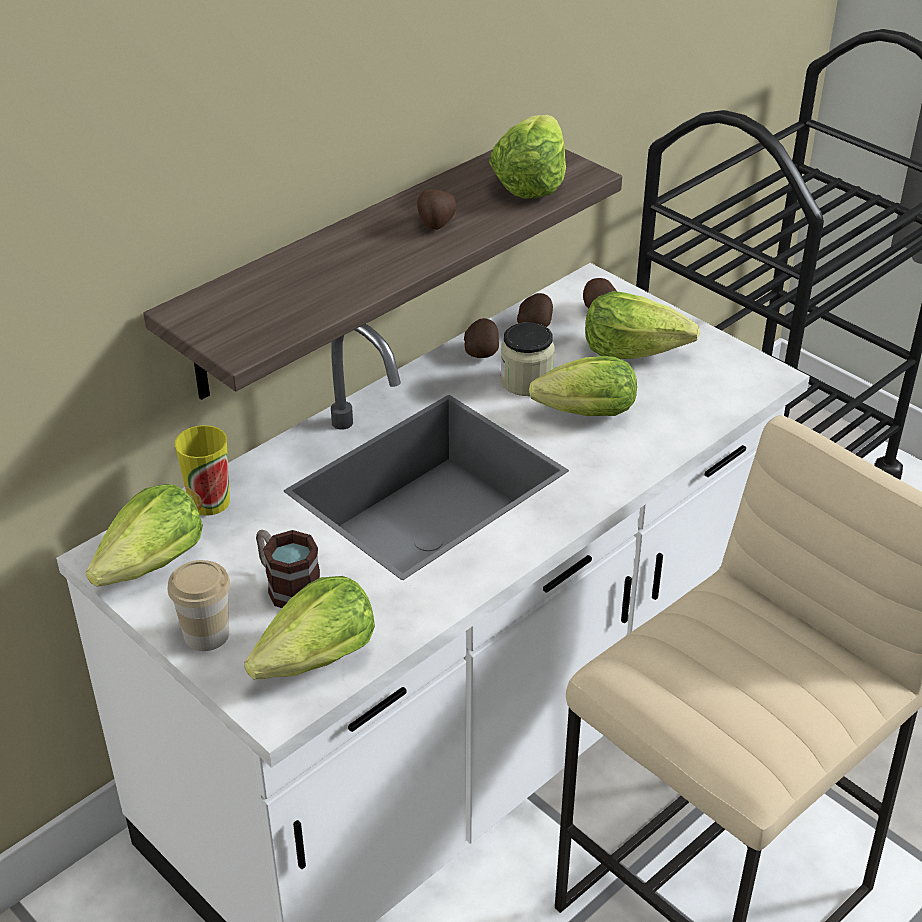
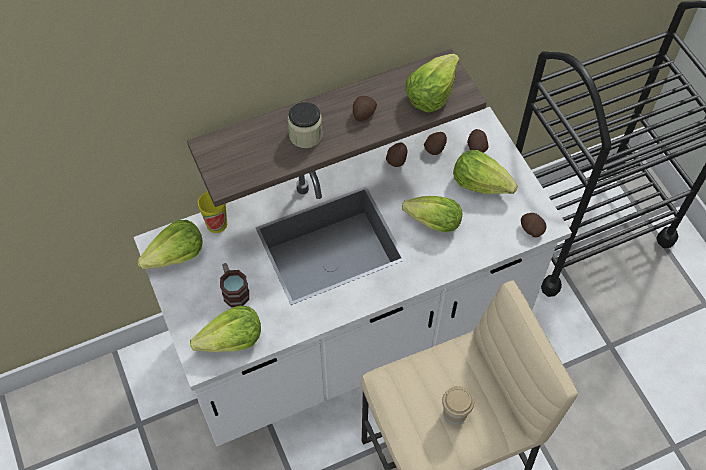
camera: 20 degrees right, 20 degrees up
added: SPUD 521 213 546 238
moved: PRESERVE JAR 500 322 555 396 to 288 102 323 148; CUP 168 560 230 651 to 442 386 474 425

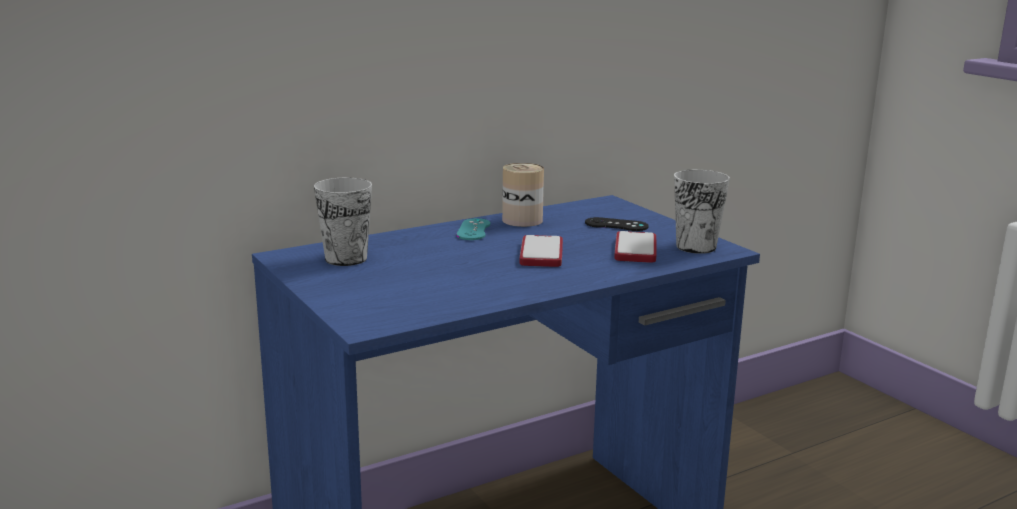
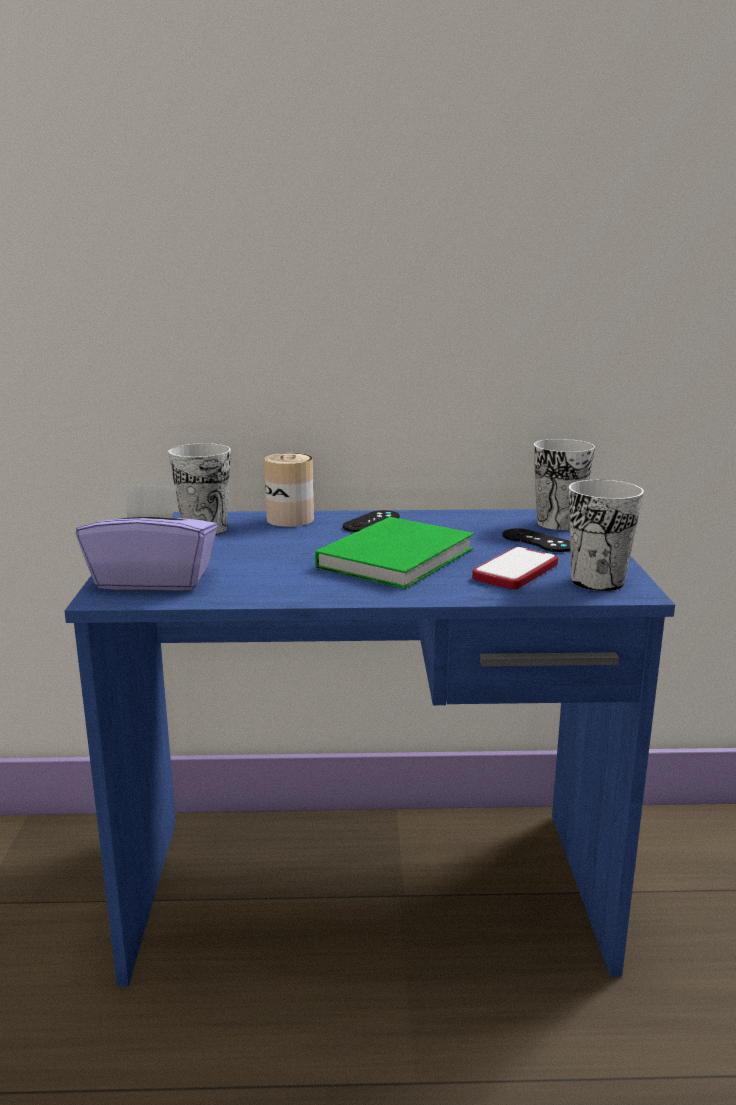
camera: 30 degrees right, 0 degrees up
added: CUP 534 439 595 530; PURPLE BOX OF TISSUES 76 484 218 591
moved: SEALED CAN 502 163 544 227 to 264 453 314 527
replaced: HANDSET 520 235 563 267 to GREENISH BOOK 315 517 474 589
recoloured: TURQUOISE-COLOURED GAMEPAD 456 218 491 240 to BLACK GAMEPAD 342 510 400 532

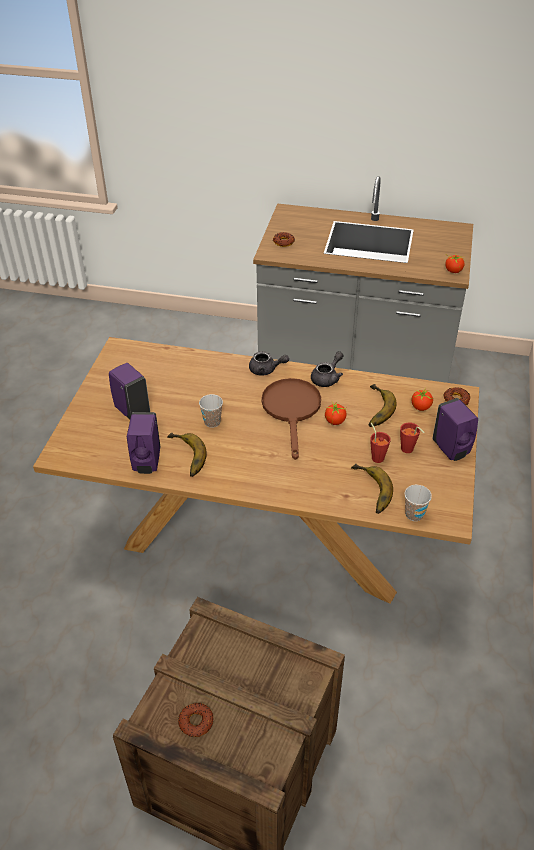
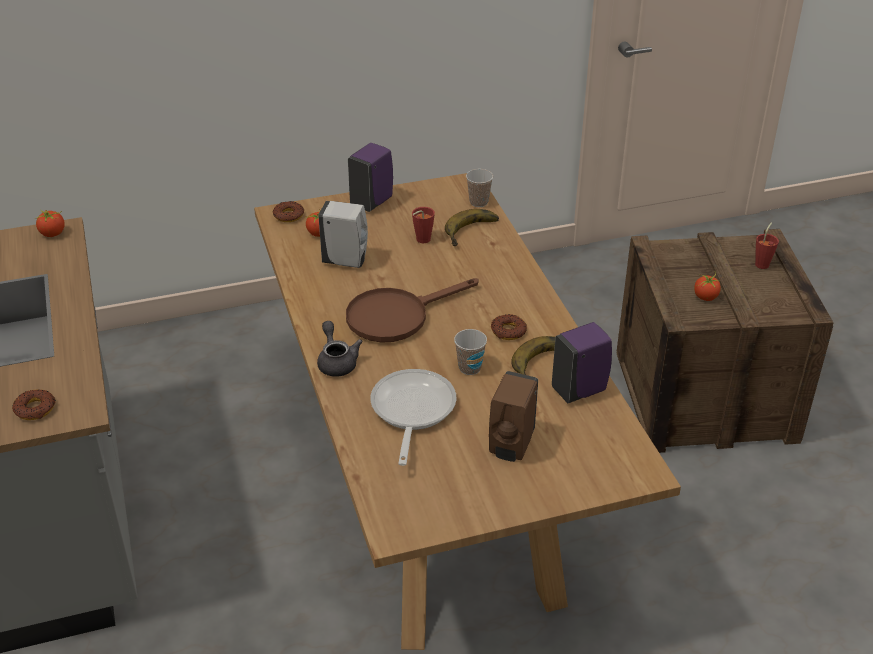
camera: 120 degrees left, 5 degrees down
removed: GREYISH TEAPOT 311 351 344 387
added: SKILLET 370 369 457 466
moved: FRESH TOMATO 325 402 347 425 to 694 271 723 301; REDDISH CUP 400 423 425 453 to 755 223 779 269; RING DOUGHNUT 178 703 213 737 to 491 314 527 340
replaced: BANANA FRUIT 368 384 397 427 to WHITE LIQUID SOAP BOTTLE 319 201 368 268
recoloured: PURPLE LIQUID SOAP BOTTLE 109 363 150 419 to BROWNISH LIQUID SOAP BOTTLE 489 371 538 462

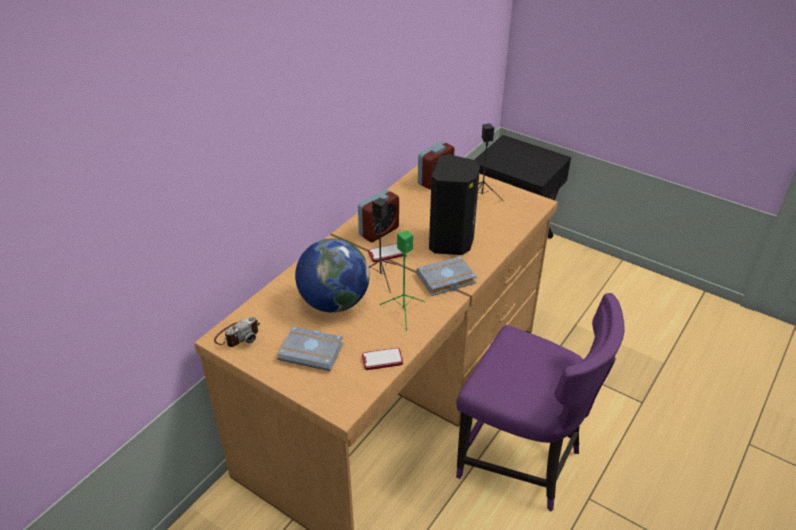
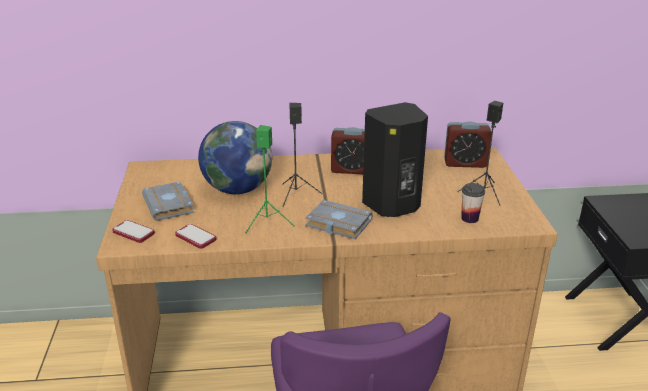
camera: 50 degrees right, 10 degrees down
removed: STILL CAMERA 214 317 260 347
added: CUP 461 183 485 223
moved: HANDSET 369 244 403 262 to 112 220 155 243

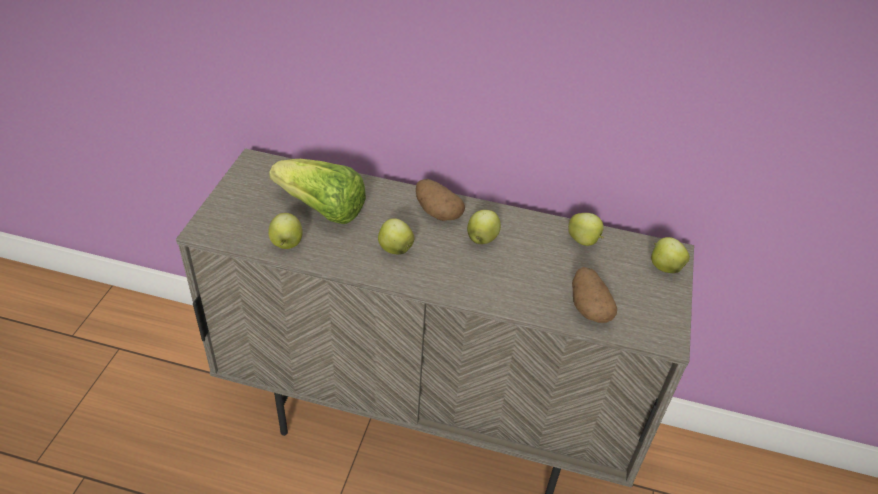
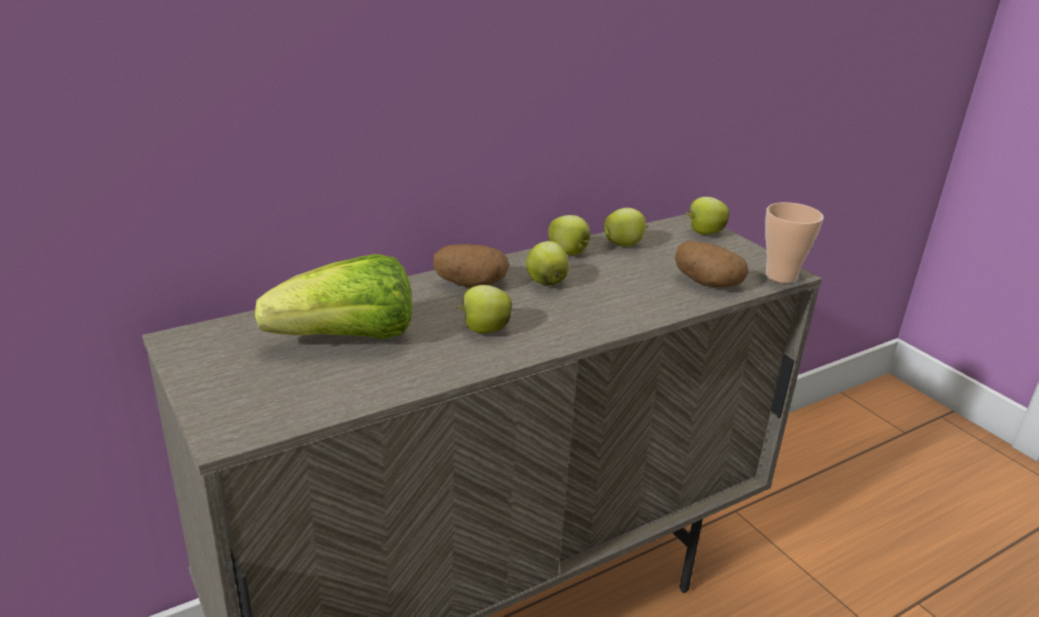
camera: 45 degrees left, 15 degrees down
added: CUP 765 202 824 283
moved: APPLE 268 213 303 249 to 548 215 590 255

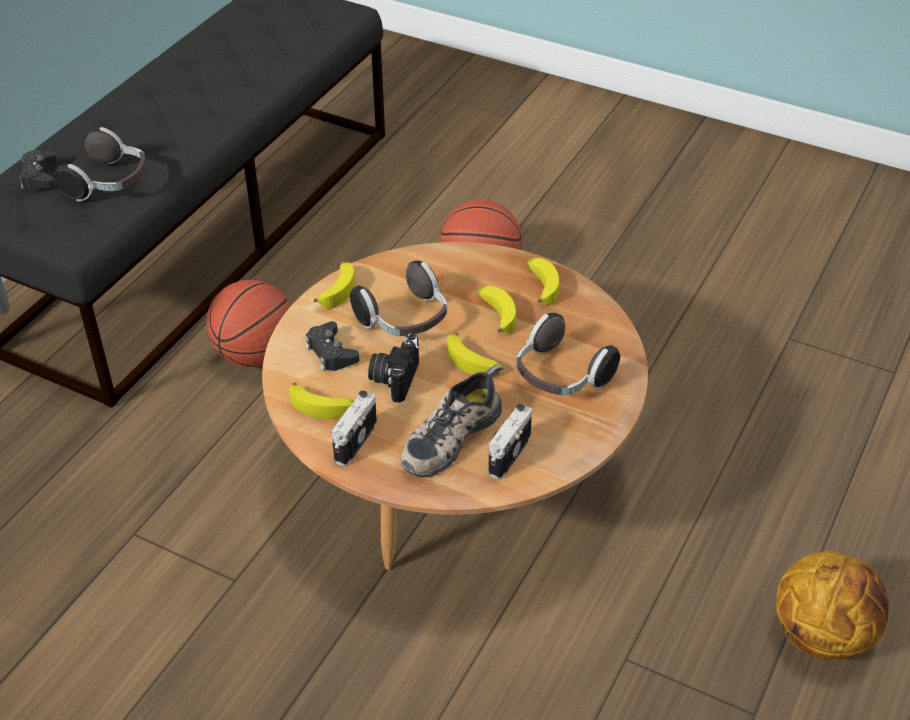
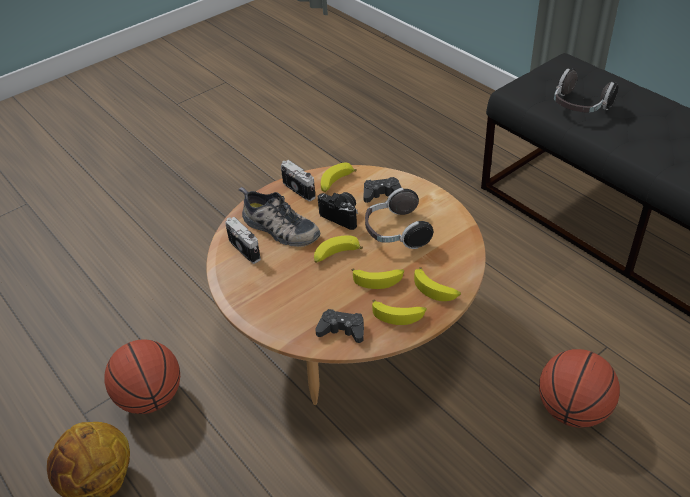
camera: 115 degrees right, 0 degrees up
removed: HEADSET 516 313 620 395
moved: BLACK GAMEPAD 19 150 58 190 to 315 309 364 343; BANANA FRUIT 314 262 355 309 to 414 267 461 301; BASKETBALL 206 280 291 367 to 105 339 180 414
turned: LOW SHOE 400 365 502 478 = 238 187 320 247 150 degrees clockwise

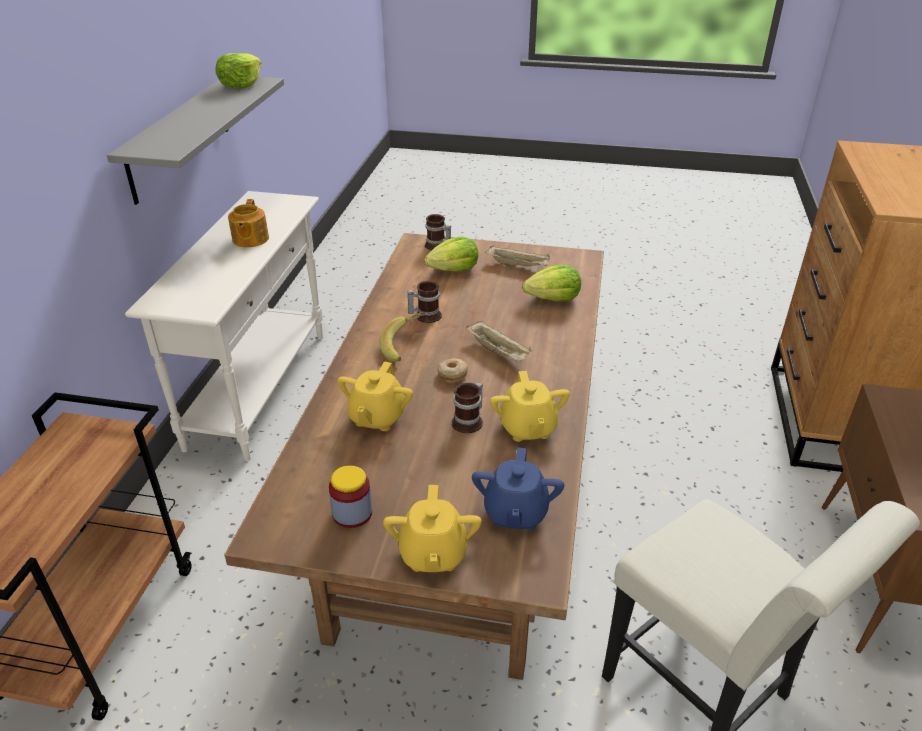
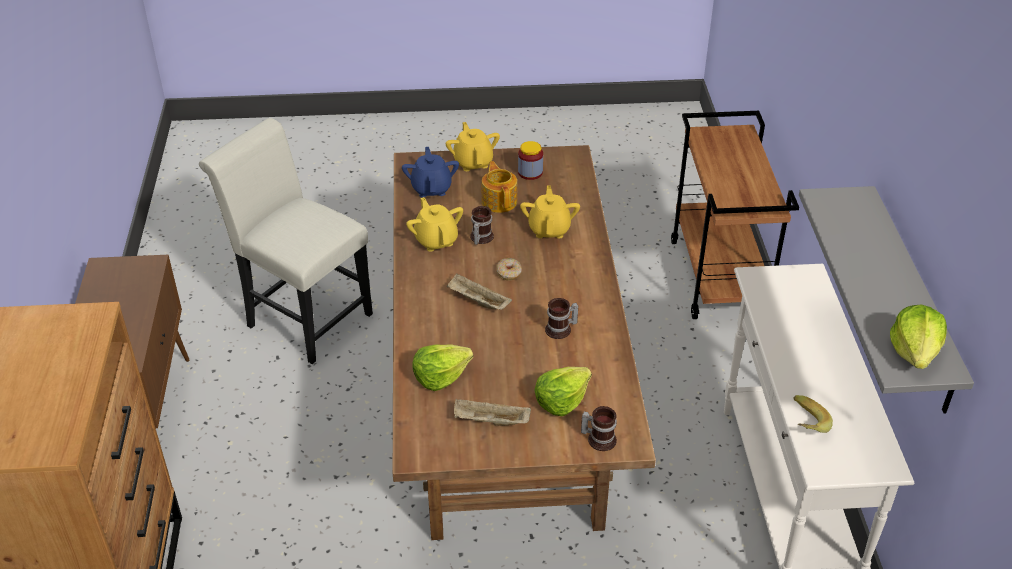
camera: 165 degrees right, 5 degrees up
moved: TEAPOT 228 199 269 247 to 482 161 517 213; BANANA FRUIT 379 312 425 362 to 794 395 833 433

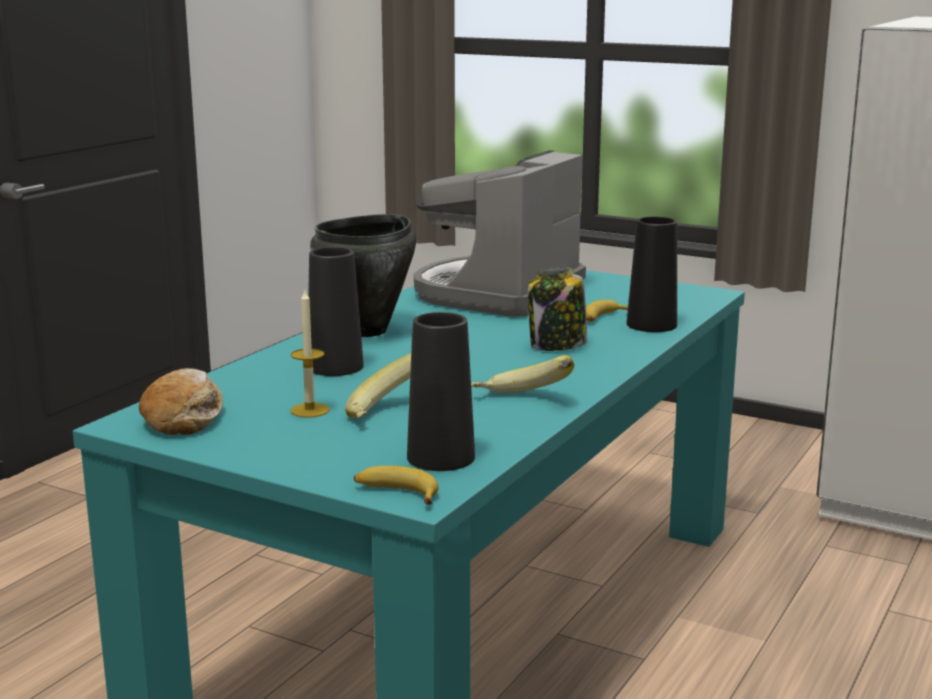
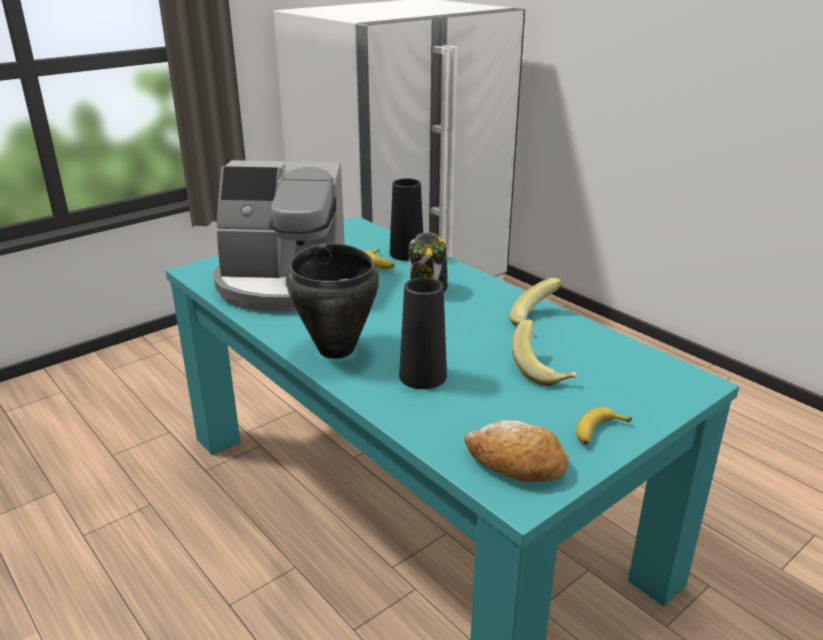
camera: 70 degrees left, 10 degrees up
removed: CANDLE 291 290 329 418; BLACK FLOWER VASE 407 312 475 471
moved: BANANA FRUIT 354 466 439 505 to 576 407 632 445
turned: COFFEE BREWER 414 150 586 317 = 213 160 345 312 45 degrees counterclockwise

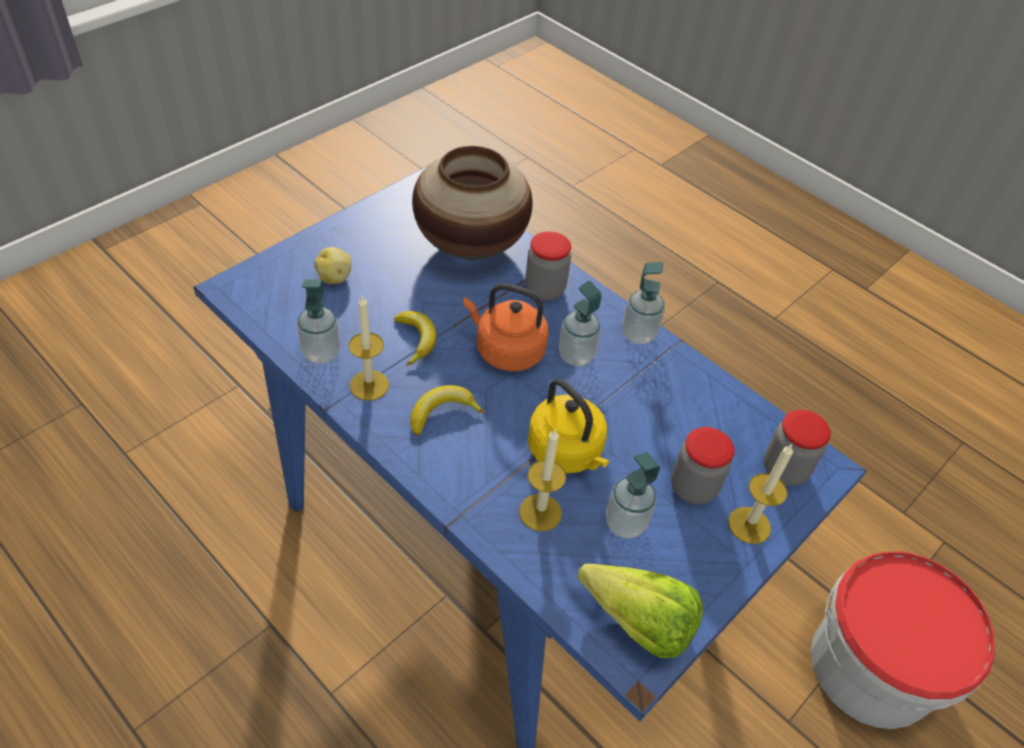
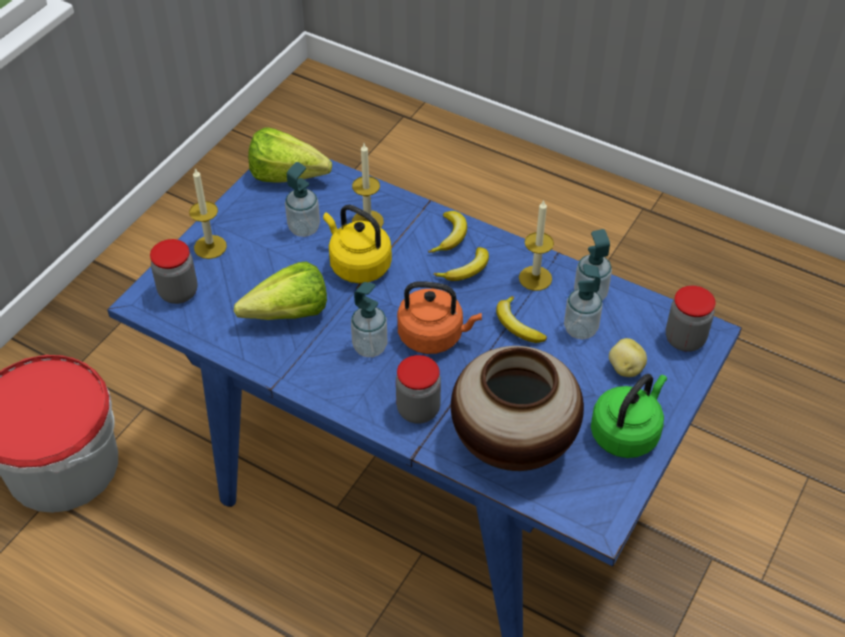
camera: 170 degrees right, 0 degrees up
added: BANANA FRUIT 428 211 467 253; LETTUCE HEAD 234 261 327 320; GREENISH KETTLE 591 374 667 458
moved: LIQUID SOAP BOTTLE 622 262 665 344 to 564 264 603 339; PRESERVE JAR 671 427 735 504 to 666 285 715 352

